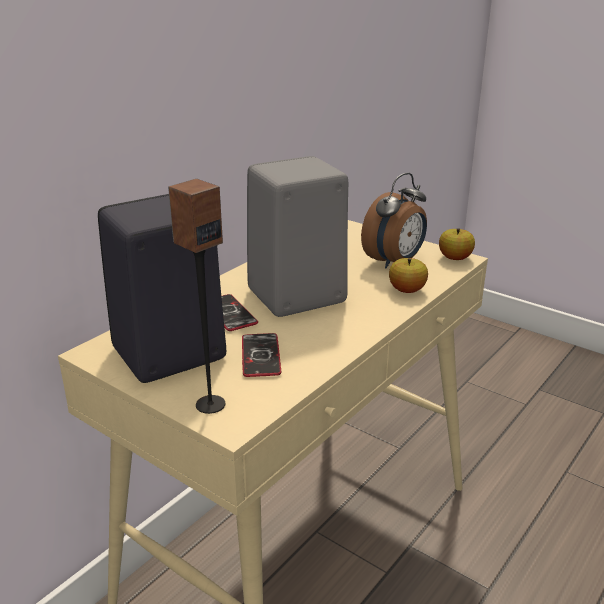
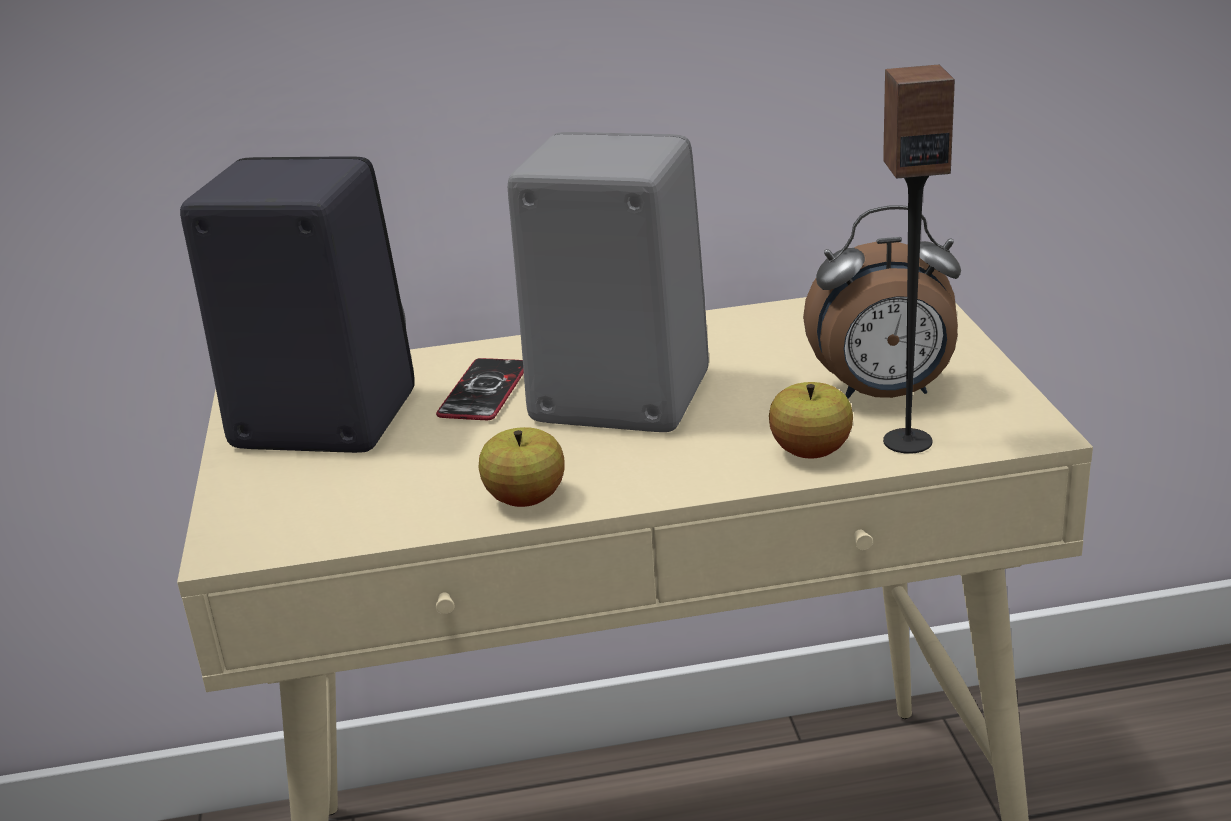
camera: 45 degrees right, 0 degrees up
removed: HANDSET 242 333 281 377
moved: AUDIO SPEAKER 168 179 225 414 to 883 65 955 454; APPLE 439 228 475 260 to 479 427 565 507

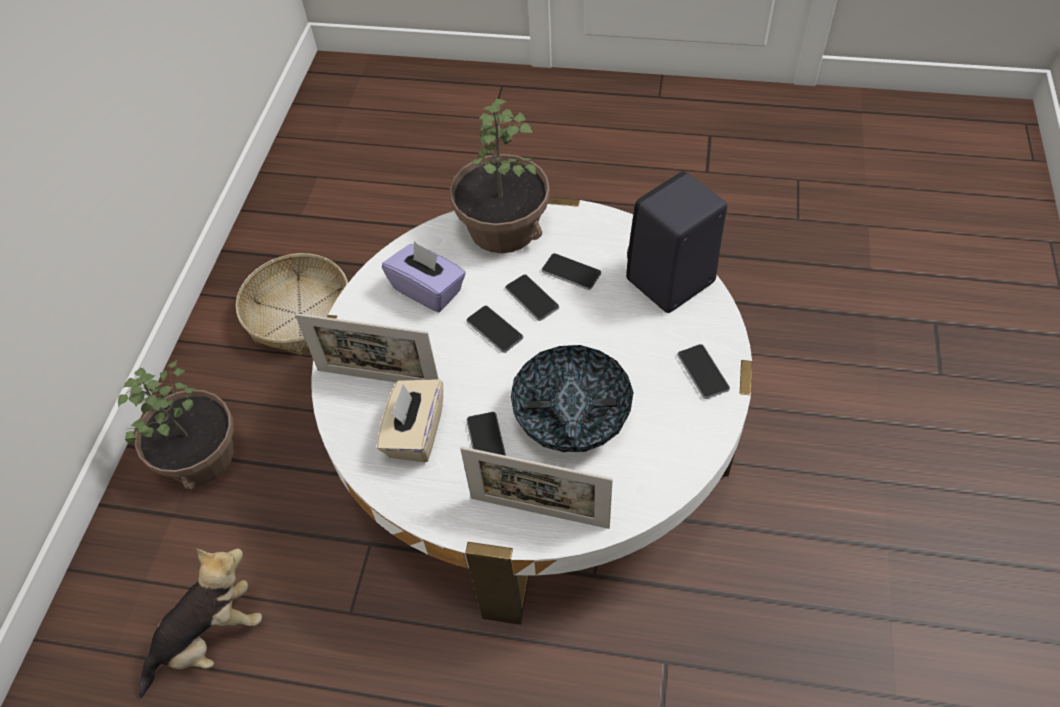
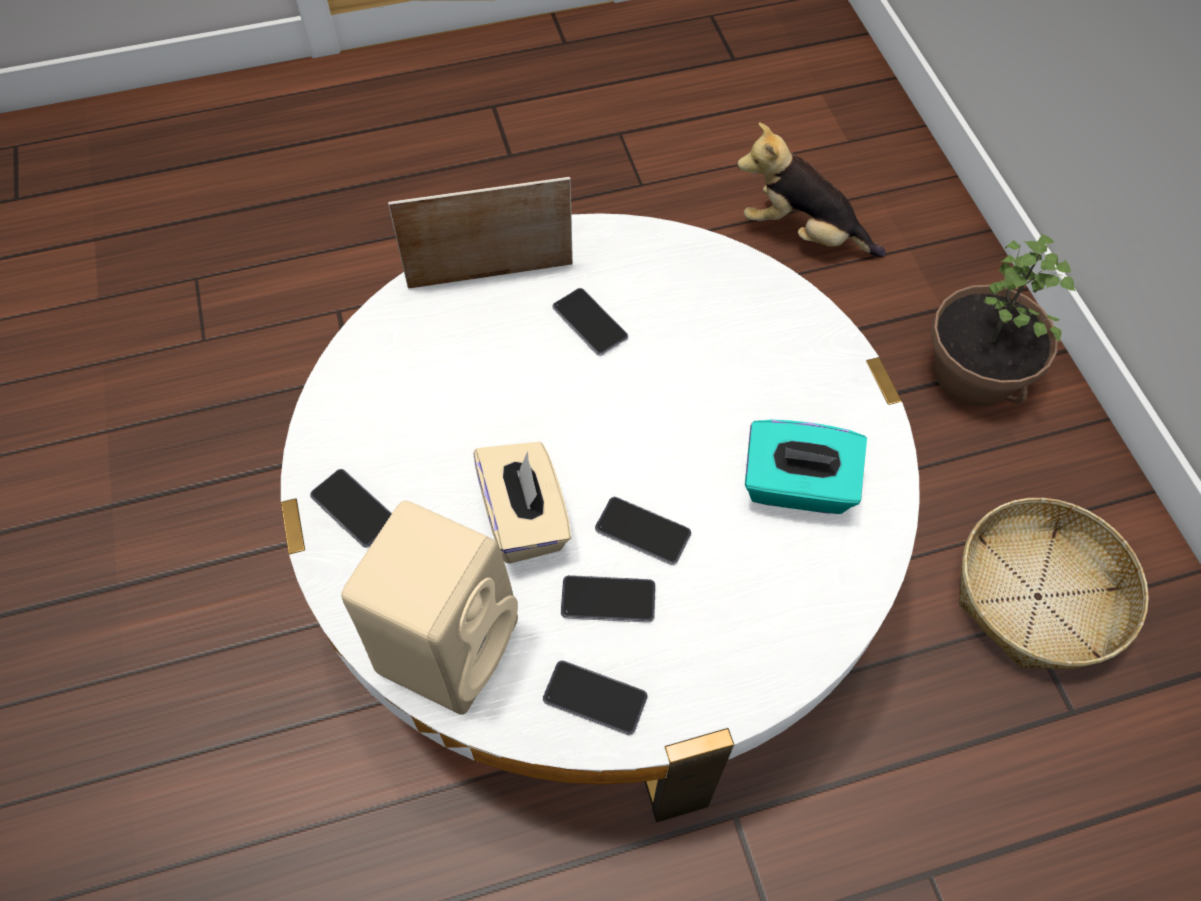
camera: 150 degrees right, 5 degrees up
removed: POTTED PLANT 450 99 550 253; PICTURE FRAME 295 313 439 382; SERVING BOWL 511 345 634 452
moved: HANDSET 466 305 523 353 to 543 661 648 735; BEIGE-COLOURED BOX OF TISSUES 377 379 443 462 to 473 442 572 564
recoloured: BLACK AUDIO SPEAKER 626 171 727 313 to BEIGE-COLOURED AUDIO SPEAKER 341 500 518 715; PURPLE BOX OF TISSUES 382 241 466 312 to TURQUOISE-COLOURED BOX OF TISSUES 745 419 867 514
turned: CUDDLY TOY 139 549 262 698 = 737 122 886 257 90 degrees clockwise

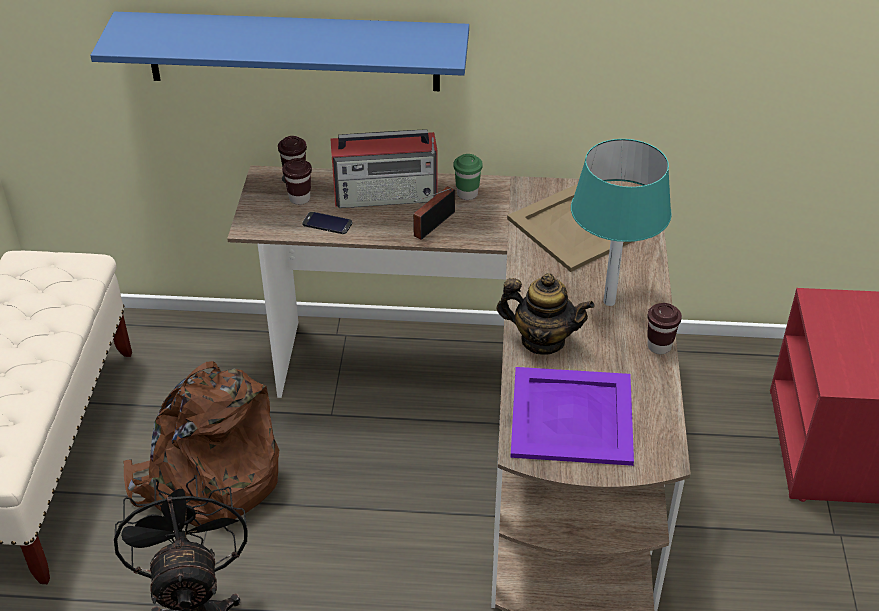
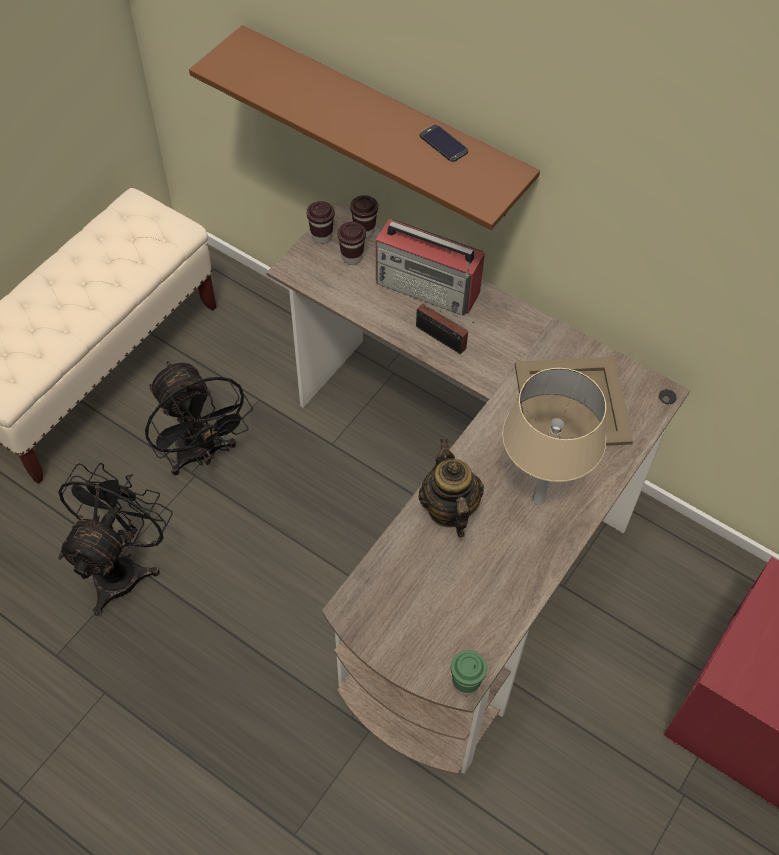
camera: 30 degrees right, 15 degrees up
removed: PURPLE SERVING TRAY 510 367 634 466
moved: GREENISH CUP 453 154 483 200 to 451 650 487 696; HANDSET 302 212 352 234 to 420 124 468 162; BROWNISH CUP 647 303 682 354 to 306 201 335 244
replaced: BROWNISH RUCKSACK 123 361 279 527 to BLACK FAN 145 361 253 476
recoloured: BLUE-COLOURED WALL SHELF 90 12 469 91 to BROWNISH WALL SHELF 189 25 540 230; TURQUOISE-COLOURED LAMP FOR A TABLE 571 139 672 306 to BEIGE-COLOURED LAMP FOR A TABLE 502 368 606 505
turned: RADIO SET 413 186 455 240 = 416 304 474 354 120 degrees counterclockwise; TEAPOT 496 273 595 355 = 419 439 484 537 150 degrees counterclockwise

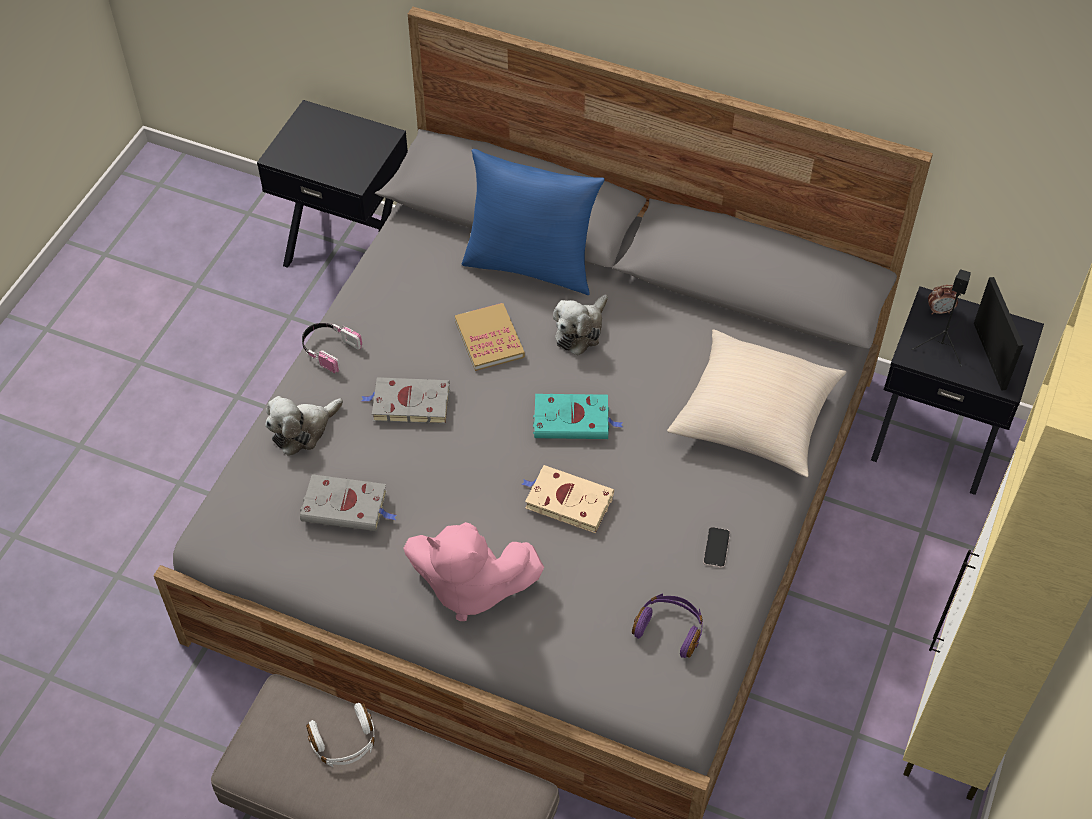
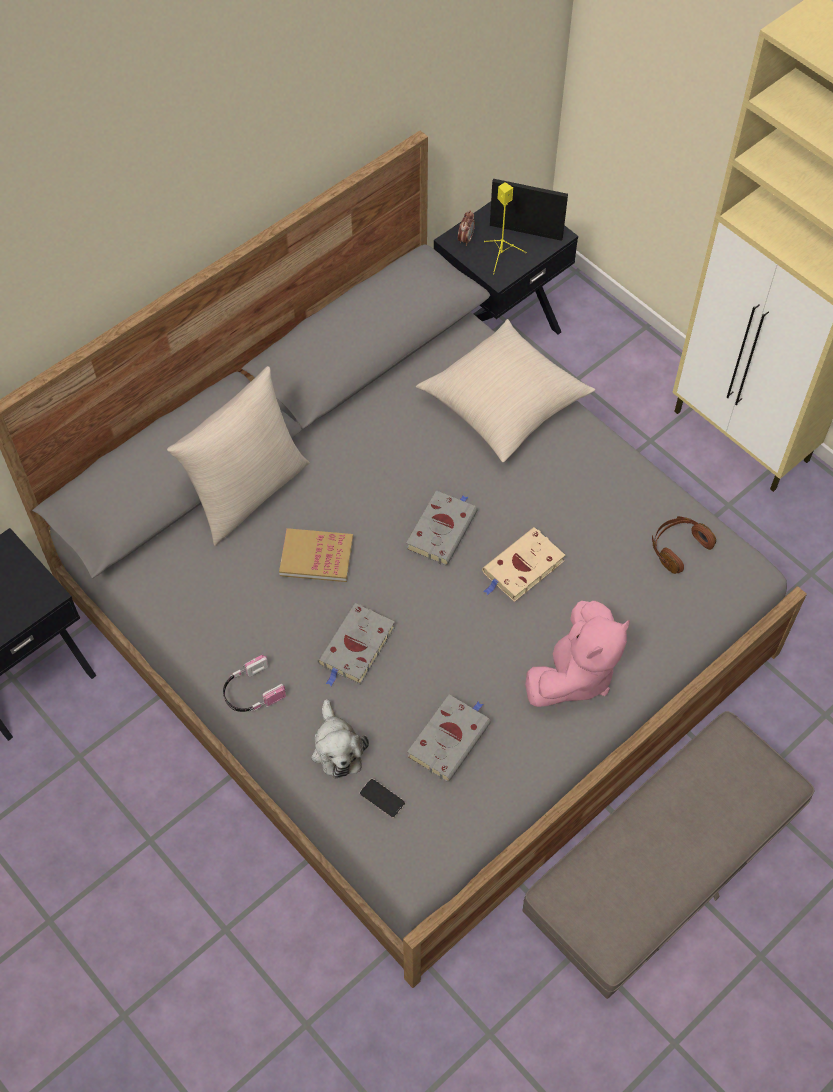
camera: 65 degrees left, 5 degrees up
removed: CUDDLY TOY 553 294 608 355; WHITE HEADSET 306 703 375 767
moved: HANDSET 703 527 730 568 to 360 779 405 818
recoloured: BLUE-COLOURED THROW PILLOW 462 149 605 295 to BEIGE-COLOURED THROW PILLOW 167 366 310 546; BLACK AUDIO SPEAKER 912 269 971 367 to YELLOWISH AUDIO SPEAKER 484 182 527 275; TURQUOISE-COLOURED BOOK 533 394 623 439 to GREYISH BOOK 406 490 477 565; PURPLE HEADSET 632 593 703 658 to BROWNISH HEADSET 652 516 716 574

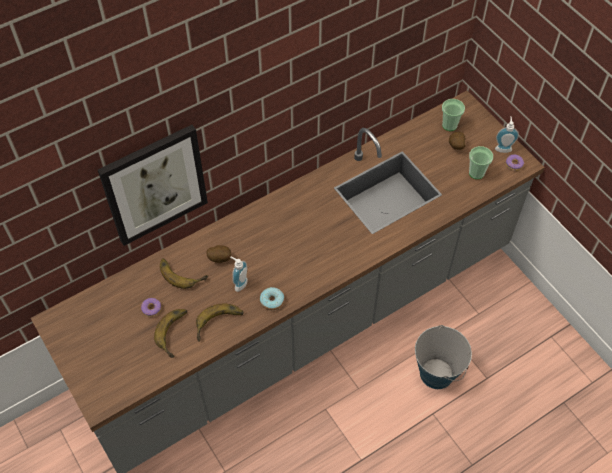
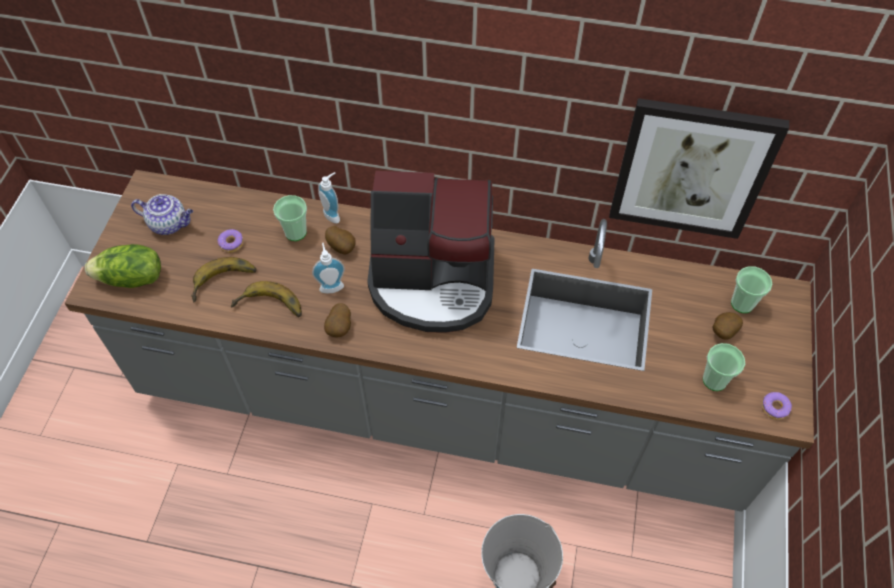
camera: 45 degrees right, 0 degrees up
added: COFFEE BREWER 367 171 495 333; TEAPOT 131 194 193 235; LETTUCE HEAD 85 244 161 288
moved: LIQUID SOAP BOTTLE 495 116 519 153 to 318 172 340 223; WALL PICTURE 98 125 208 246 to 609 98 789 239
replaced: BANANA FRUIT 160 258 208 289 to CUP 273 195 307 241; RING DOUGHNUT 260 287 284 310 to SPUD 324 303 351 338

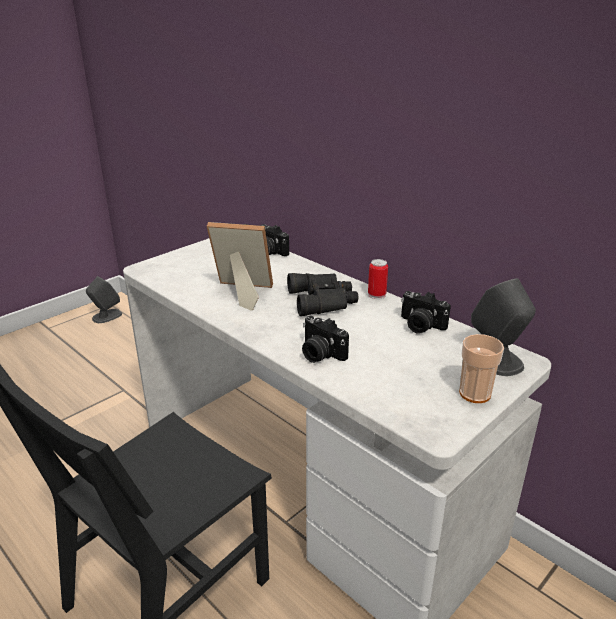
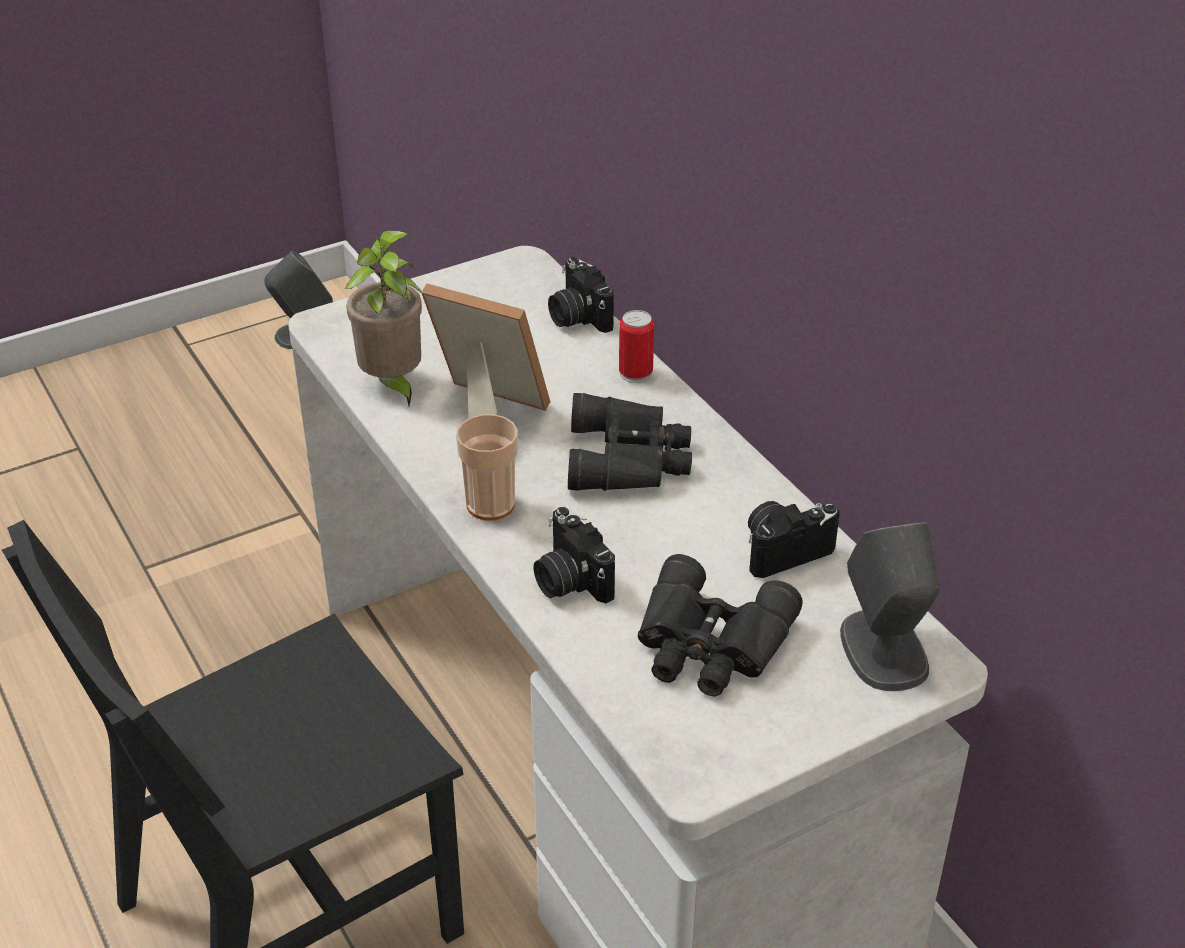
camera: 15 degrees right, 10 degrees up
added: POTTED PLANT 345 230 422 406; BLACK PAIR OF BINOCULARS 638 554 803 697
moved: SEALED CAN 368 259 388 299 to 619 310 654 383; CUP 459 334 504 403 to 456 414 518 521
turned: STILL CAMERA 401 291 451 334 = 748 501 840 578 105 degrees clockwise

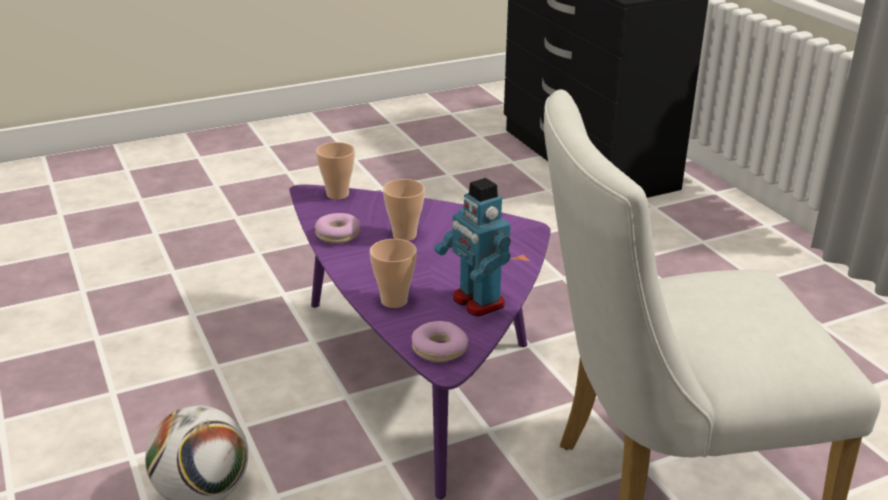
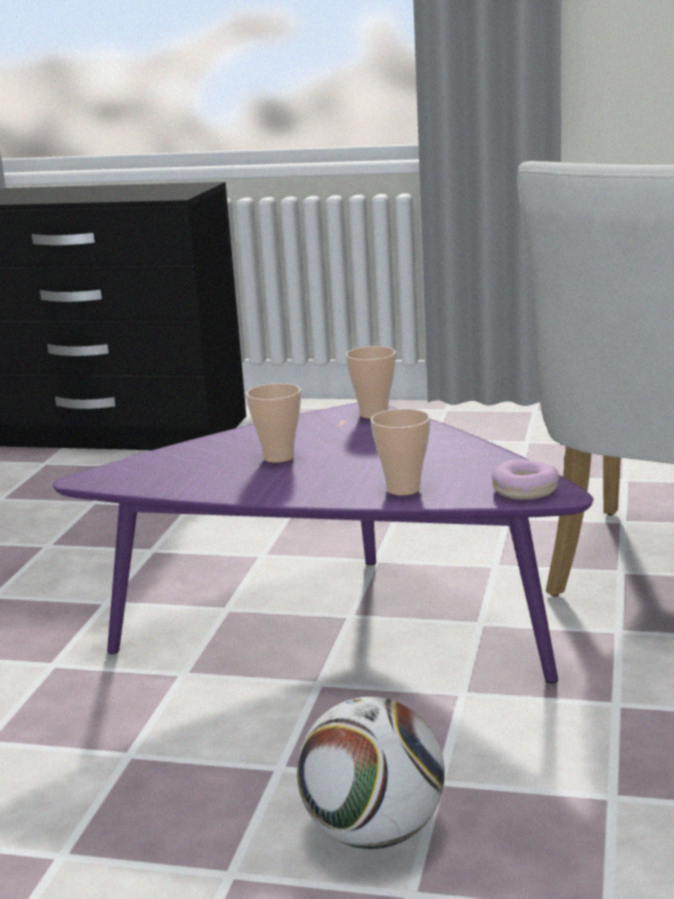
camera: 50 degrees left, 10 degrees down
removed: TOY ROBOT 434 178 511 316; RING DOUGHNUT 315 213 360 244
moved: CUP 316 142 355 200 to 346 346 396 419

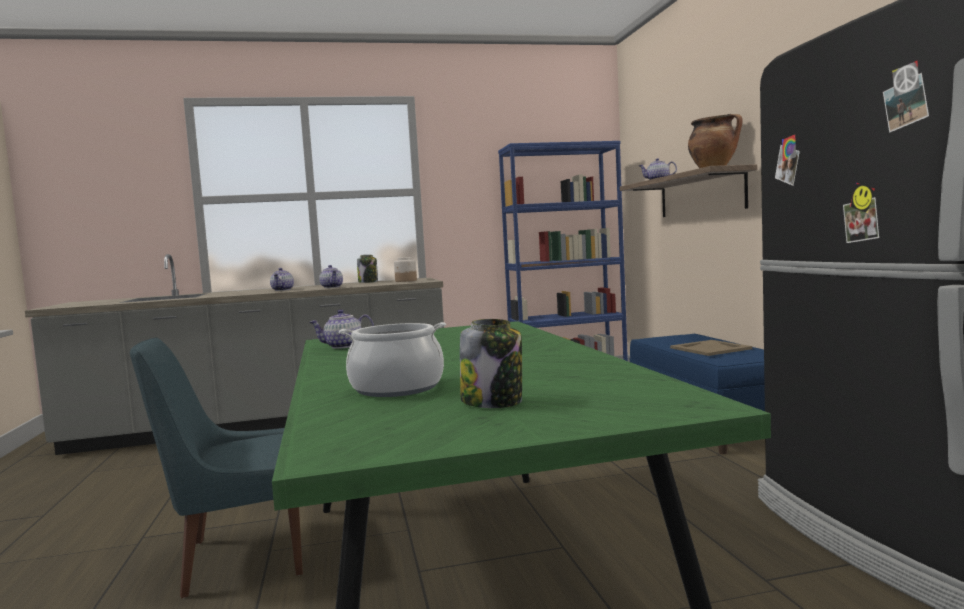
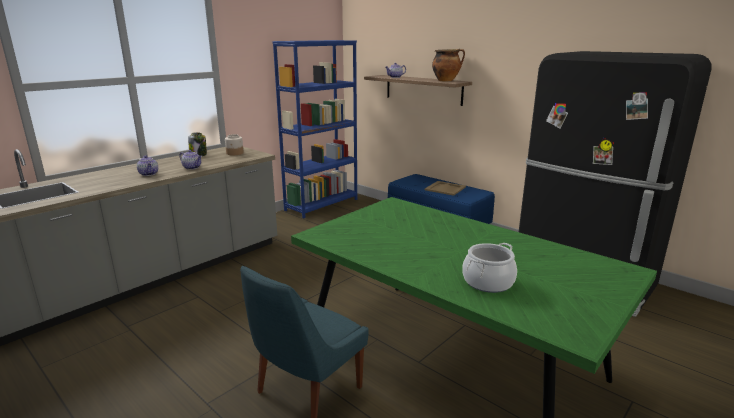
camera: 35 degrees left, 15 degrees up
removed: TEAPOT 309 310 374 349; PRESERVE JAR 460 319 522 408

